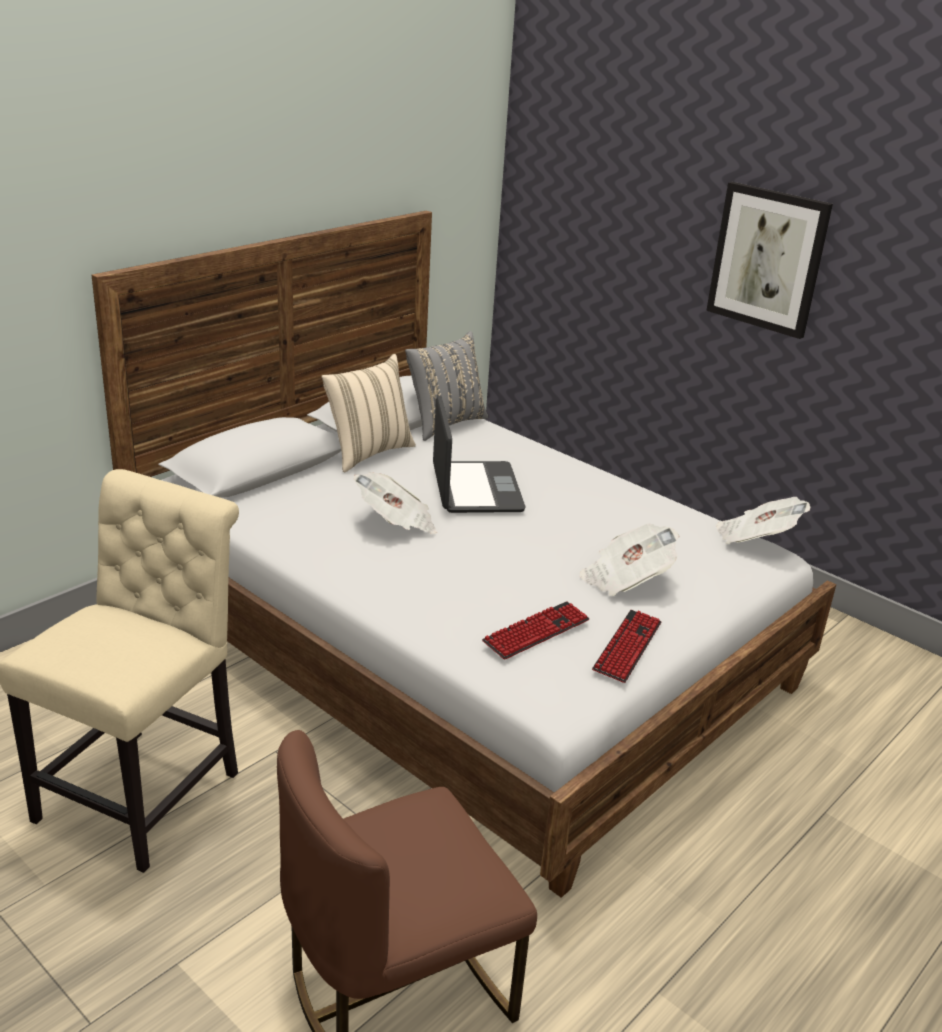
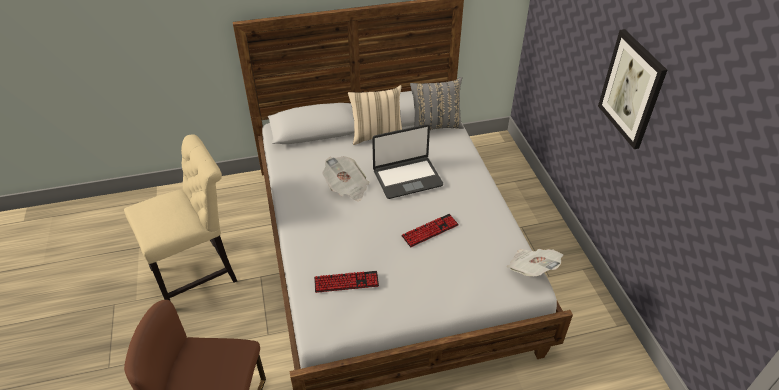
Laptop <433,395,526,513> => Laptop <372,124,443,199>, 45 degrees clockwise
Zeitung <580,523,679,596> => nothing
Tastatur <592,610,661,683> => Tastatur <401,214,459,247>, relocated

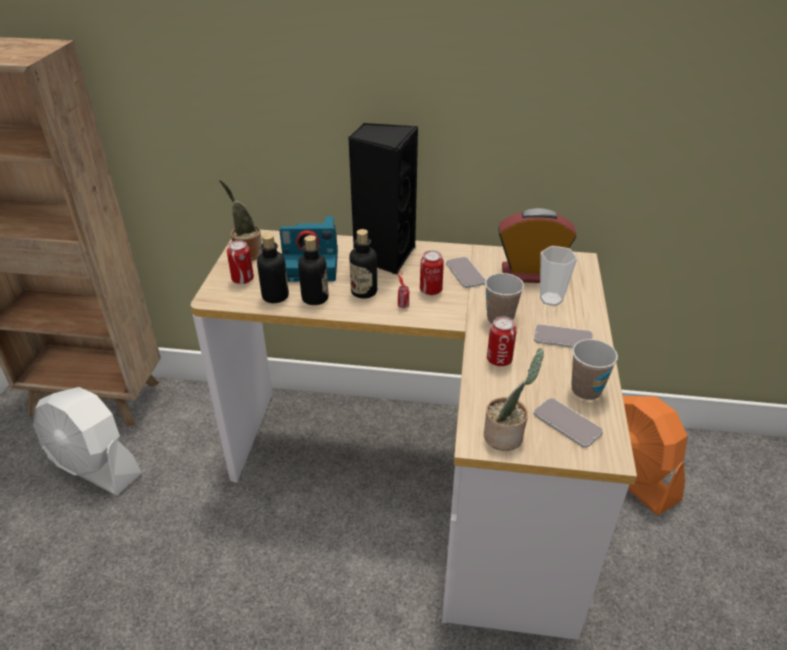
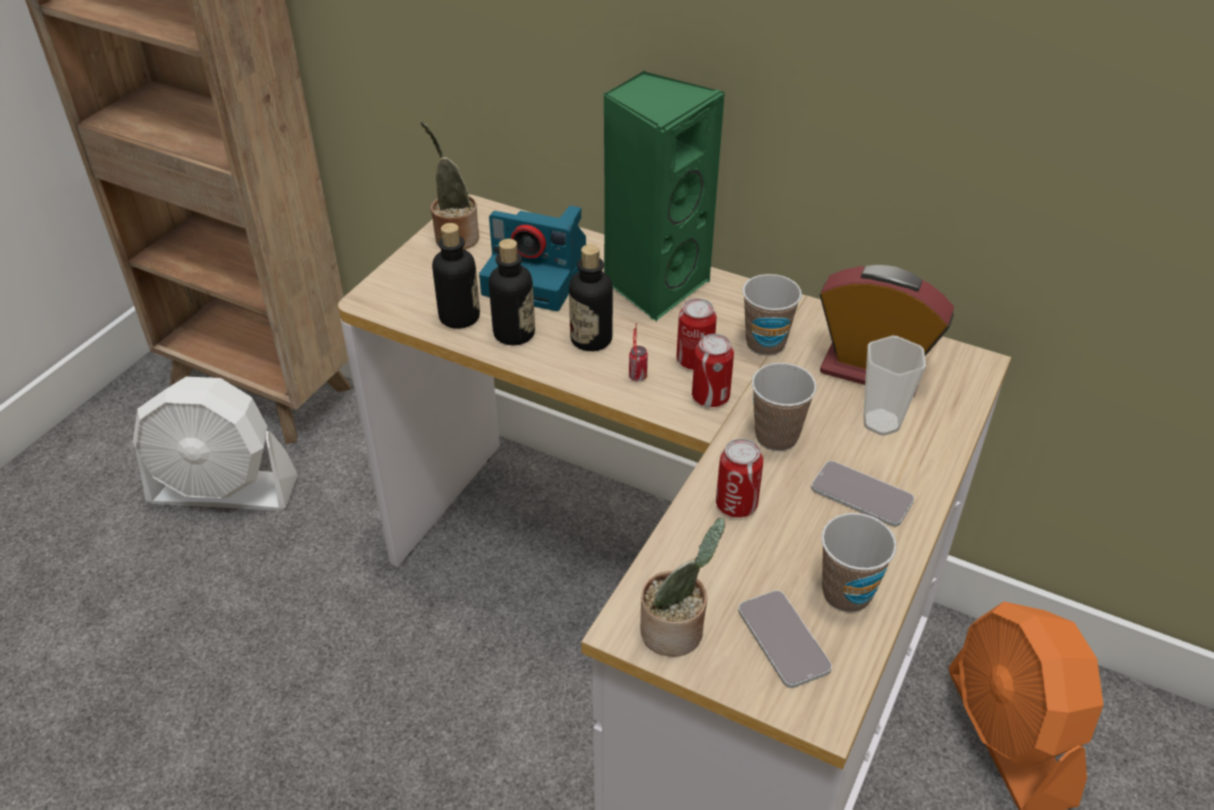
Ventilator [weiß] <33,387,142,496> => Ventilator [weiß] <133,377,298,511>, 45 degrees counterclockwise
Dose <227,240,254,284> => Dose <692,334,734,407>, relocated
Lautsprecher [schwarz] <348,123,418,274> => Lautsprecher [grün] <603,71,725,322>
Handy <446,257,486,288> => Tasse <742,274,802,356>

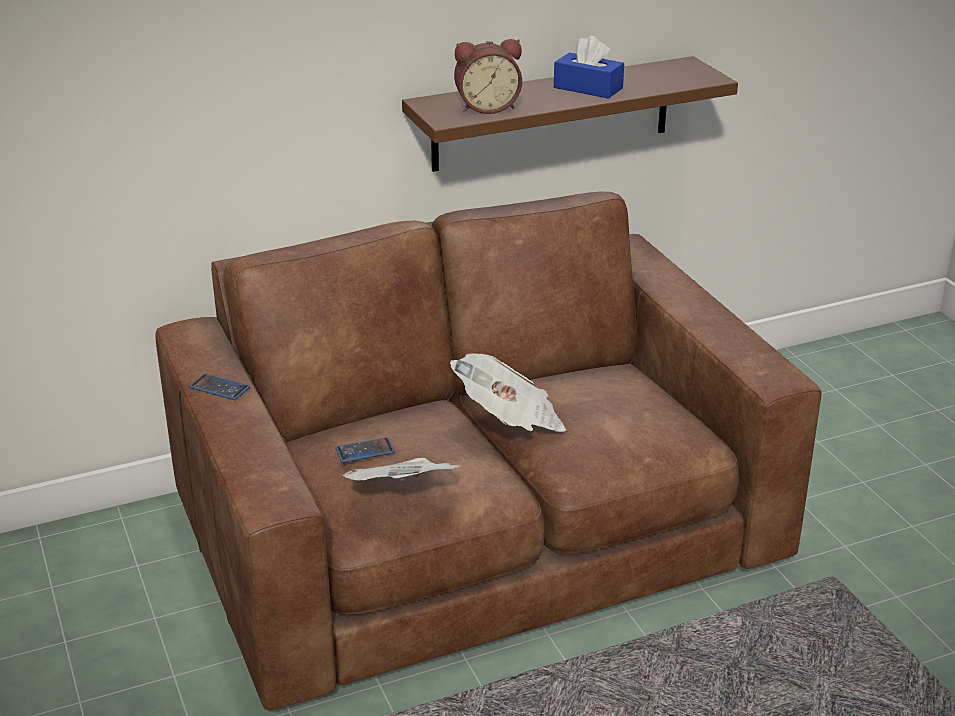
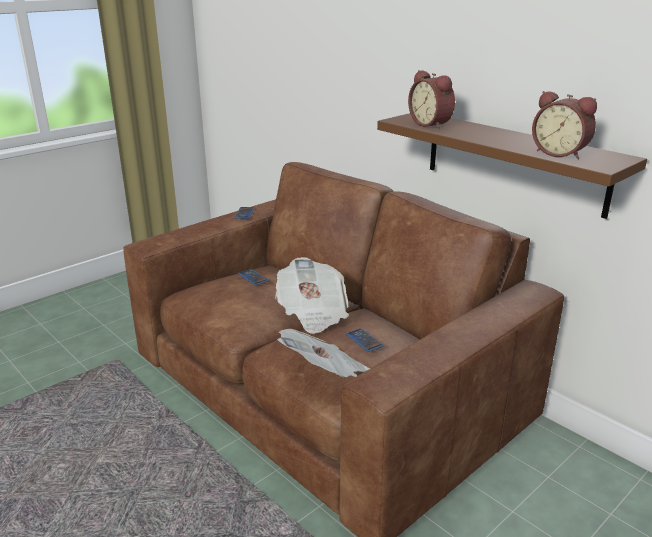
Zeitung <343,458,459,481> => Zeitung <277,329,370,378>, relocated
Taschentuchbox [blau] <554,36,624,99> => nothing
nothing => Handy <346,328,384,352>
nothing => Wecker <532,91,597,159>

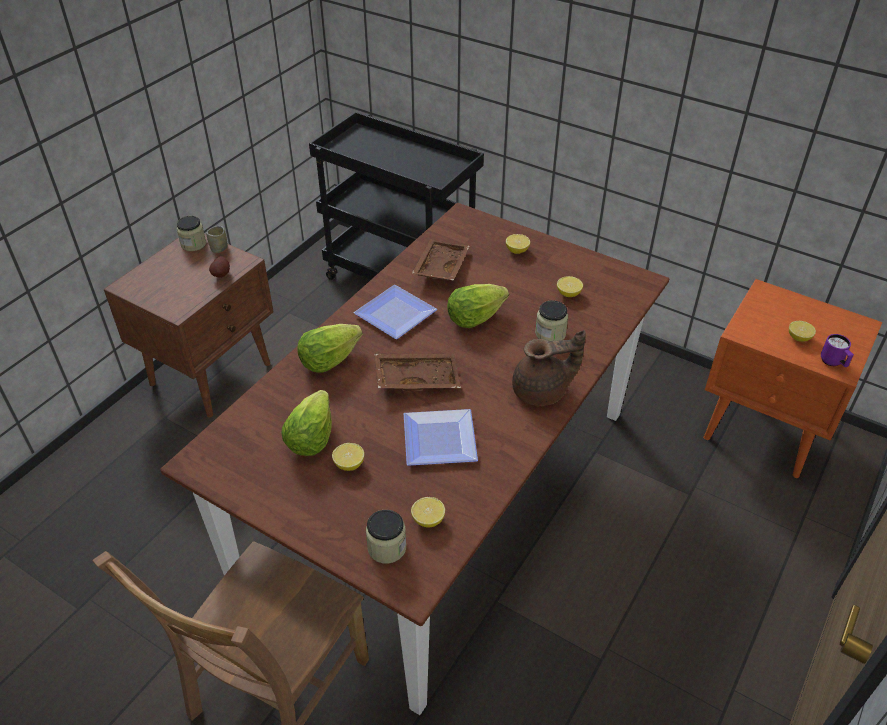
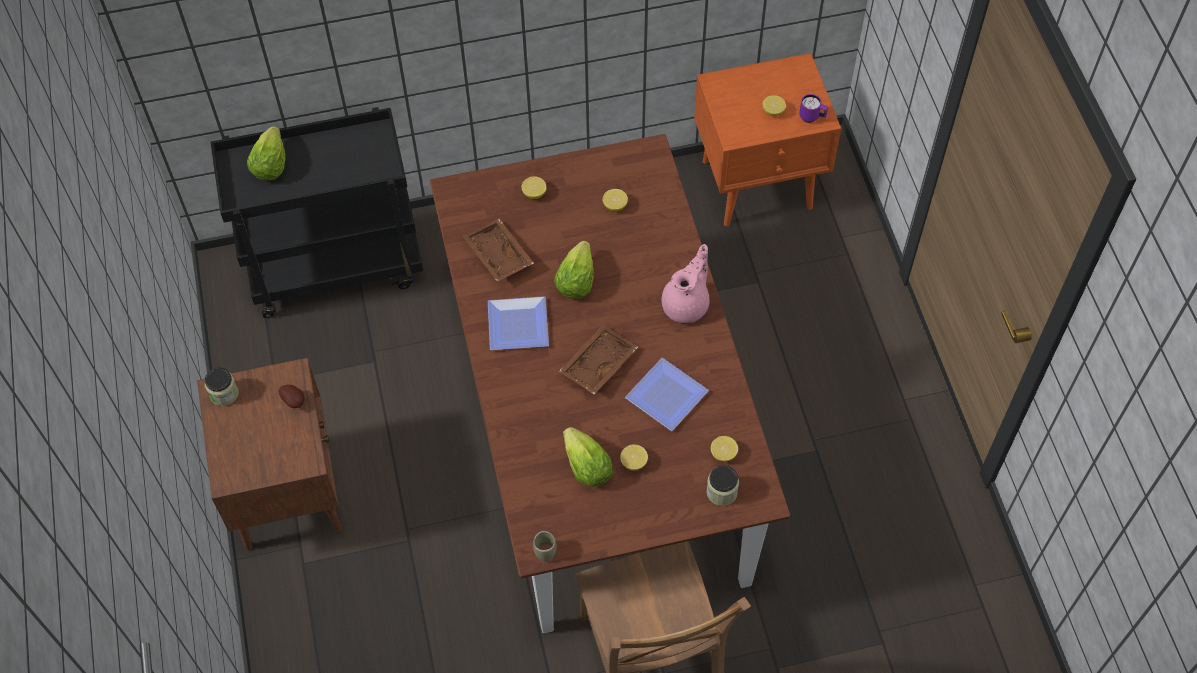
Tasse <206,226,228,253> => Tasse <533,531,557,562>, relocated
Salatkopf <297,324,363,373> => Salatkopf <247,126,285,180>, relocated
Teekanne [braun] <512,330,586,406> => Teekanne [rosa] <662,244,710,323>
Vorratsglas <535,300,568,341> => nothing

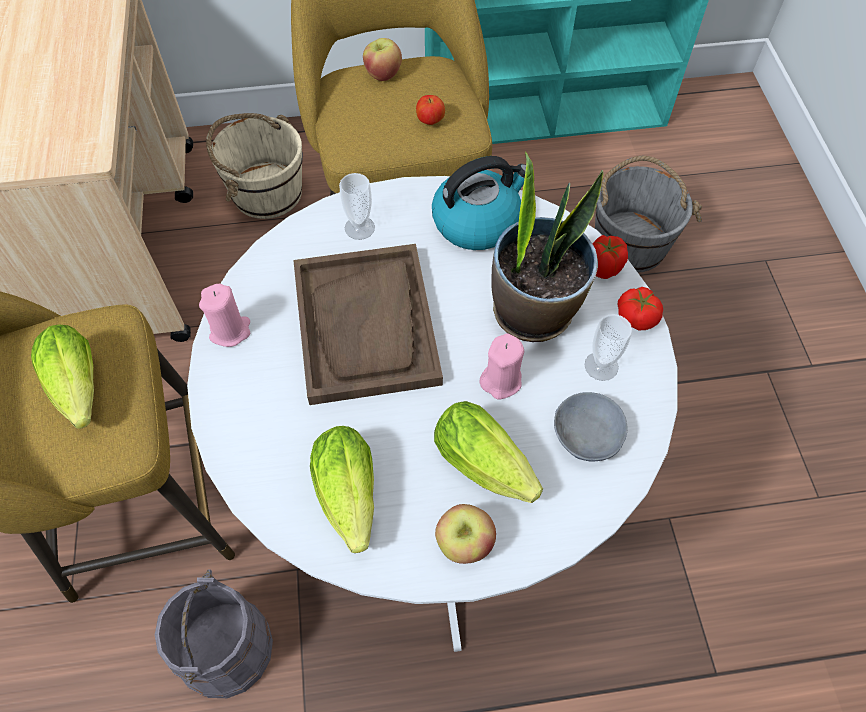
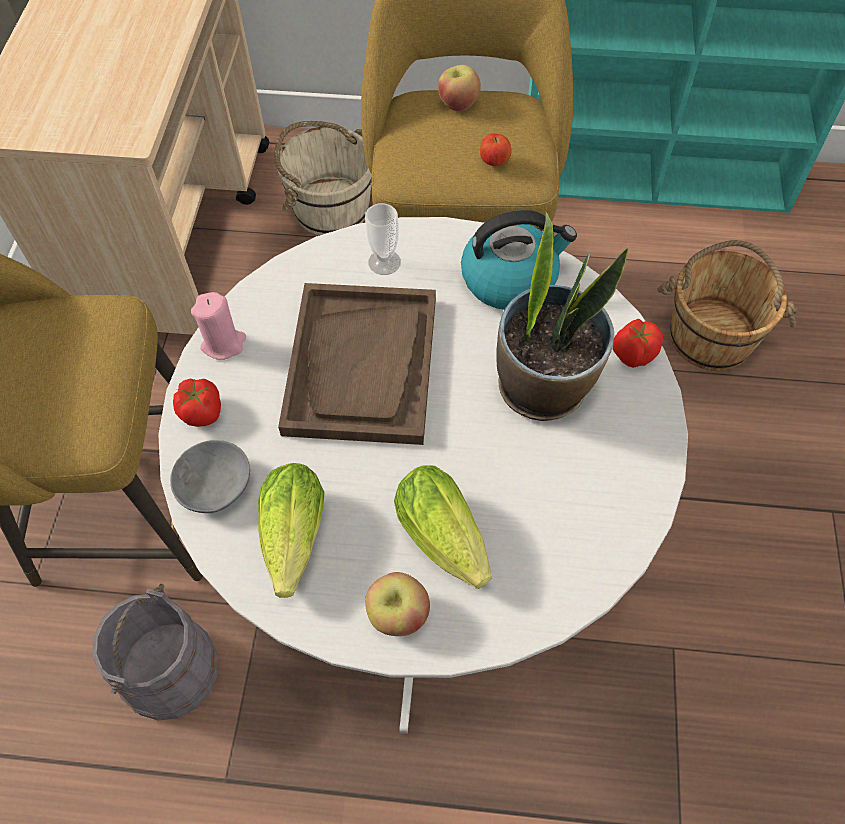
Salatkopf <31,324,94,429> => nothing
Kerze [rosa] <479,333,524,399> => nothing
Schüssel [grau] <554,392,628,461> => Schüssel [grau] <170,440,250,513>, relocated
Tasse <585,314,632,381> => nothing
Eimer [grau] <595,156,702,273> => Eimer [braun] <657,240,798,371>
Tomate <617,287,663,330> => Tomate <173,379,221,427>, relocated

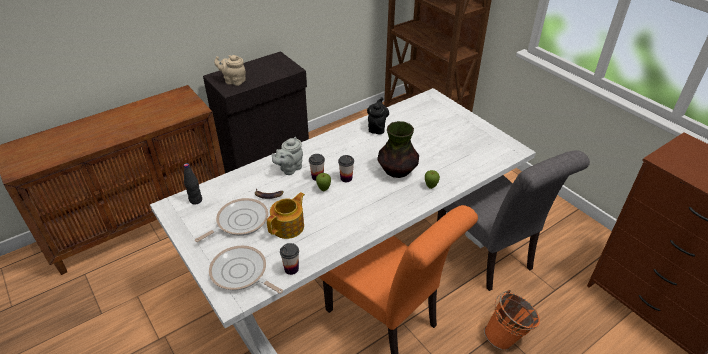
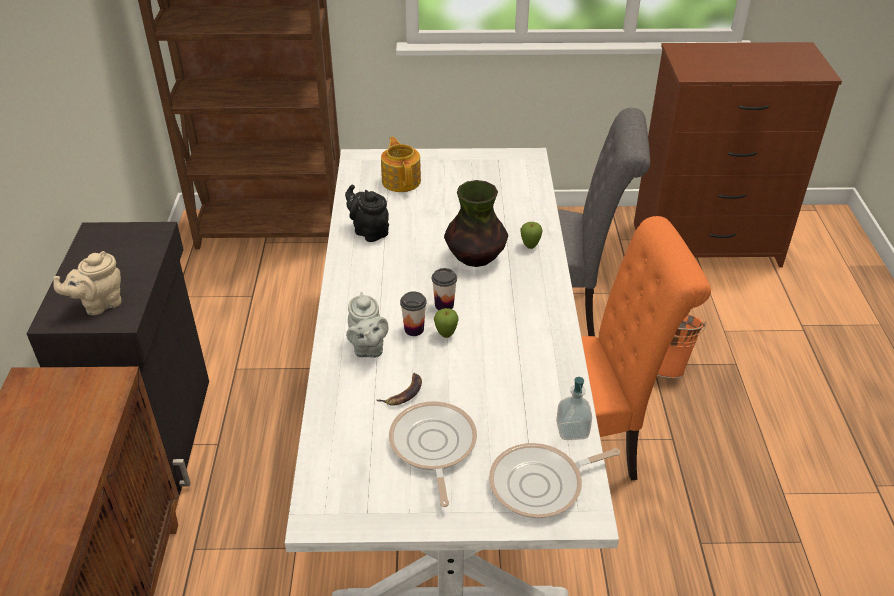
Flasche [schwarz] <184,163,202,205> => nothing
Teekanne <267,192,305,239> => Teekanne <381,137,421,192>, relocated
Tasse <280,243,299,275> => Seifenspender <556,377,592,440>

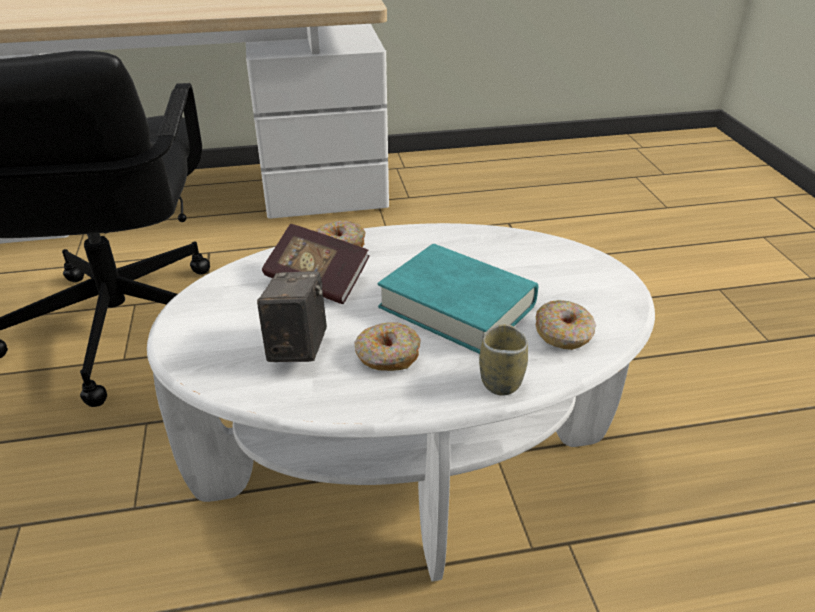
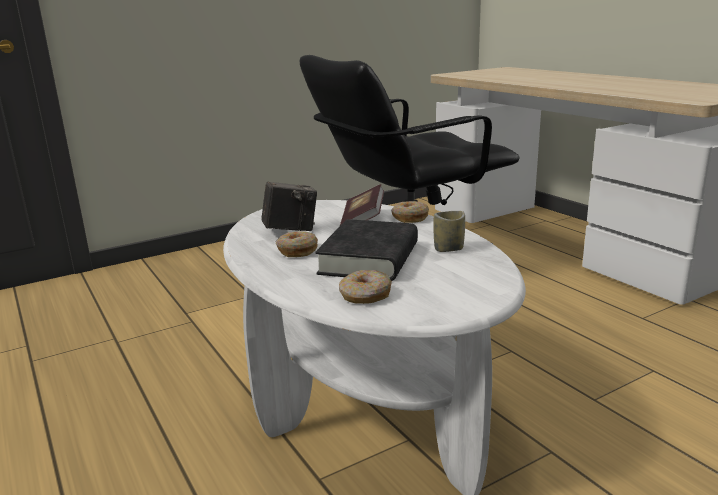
Buch [türkis] <378,244,538,354> => Buch [schwarz] <315,219,418,281>
Tasse <479,324,528,396> => Tasse <434,211,465,252>, relocated

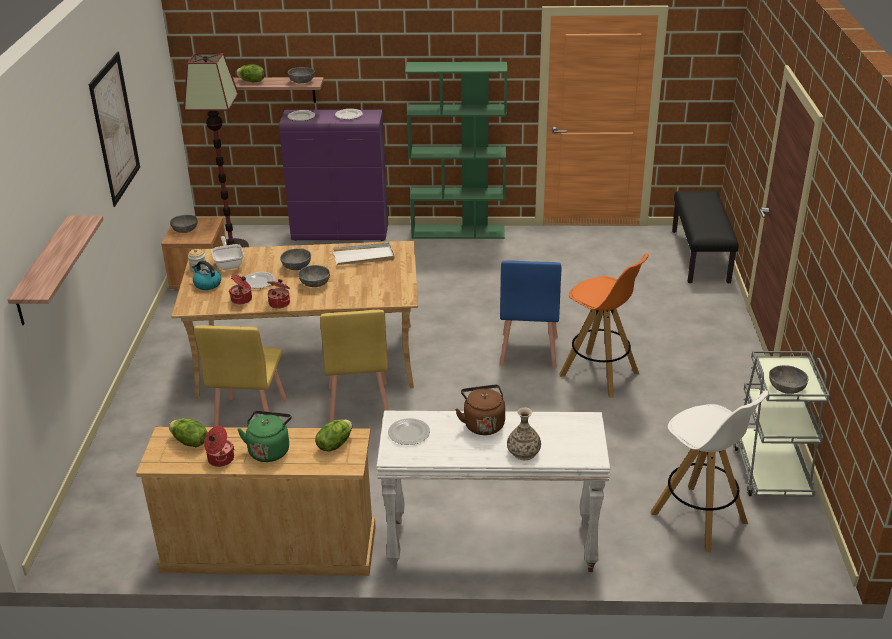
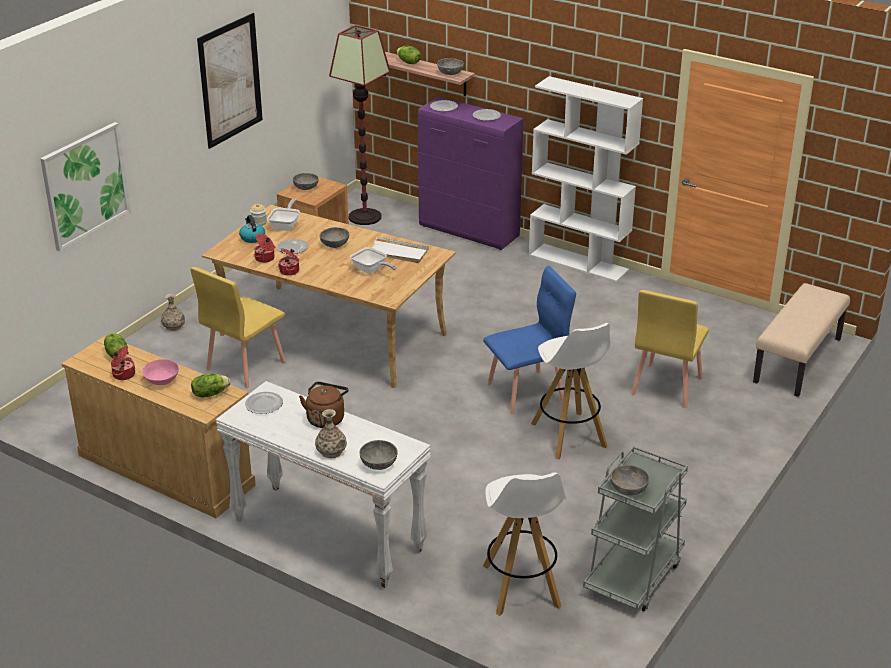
Wandregal <8,216,104,325> => Bild <40,122,131,251>
Wasserkessel [grün] <237,411,292,462> => Schüssel [rosa] <142,359,179,385>
Schüssel [grau] <298,265,330,287> => Schüssel [grau] <359,440,398,470>, relocated
Stuhl [gelb] <320,310,389,422> => Stuhl [gelb] <631,290,709,408>, relocated
Bücherregal [grün] <405,62,507,239> => Bücherregal [weiß] <529,76,643,282>
Stuhl [blau] <500,260,561,368> => Stuhl [blau] <483,266,576,414>, 150 degrees counterclockwise
Hocker [orange] <559,253,649,398> => Hocker [weiß] <531,323,610,459>
Bank [schwarz] <672,191,739,283> => Bank [beige] <753,283,850,397>
nothing => Vase <161,294,185,331>
nothing => Pfanne <350,247,396,274>

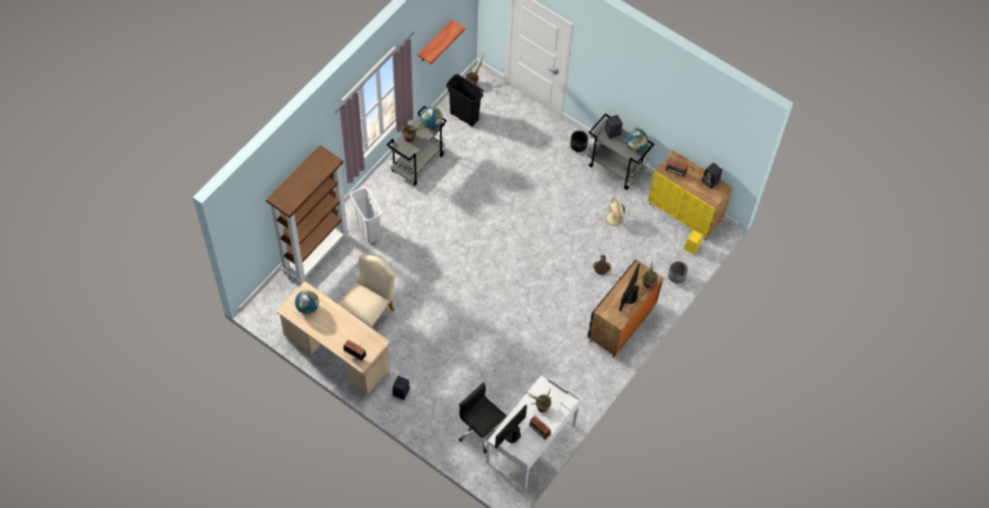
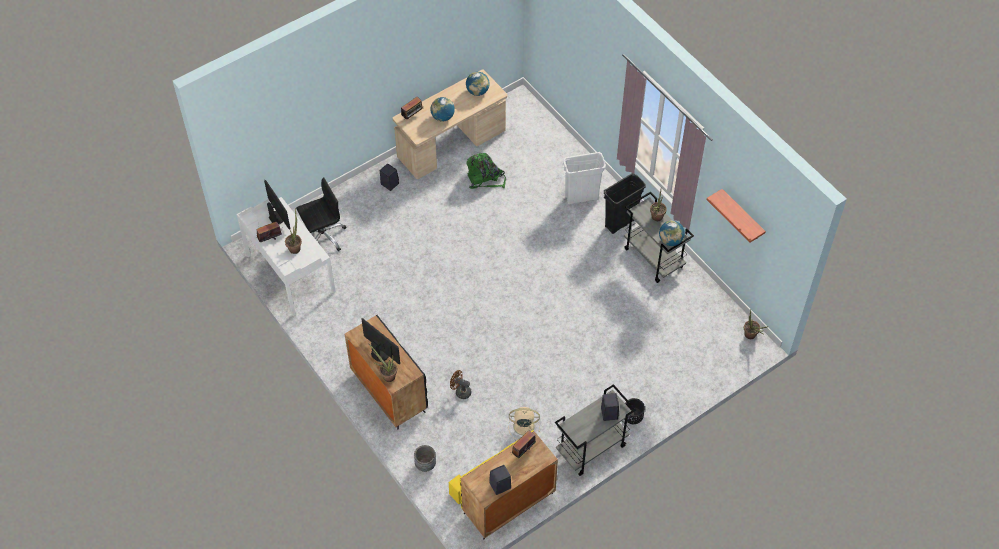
Bücherregal [braun] <266,145,349,285> => nothing
Stuhl [beige] <338,253,396,329> => Rucksack [grün] <466,153,506,189>
Mülleimer [schwarz] <446,74,484,127> => Mülleimer [schwarz] <603,173,646,234>, relocated
Globus <625,129,648,151> => Globus <430,97,455,122>, relocated

